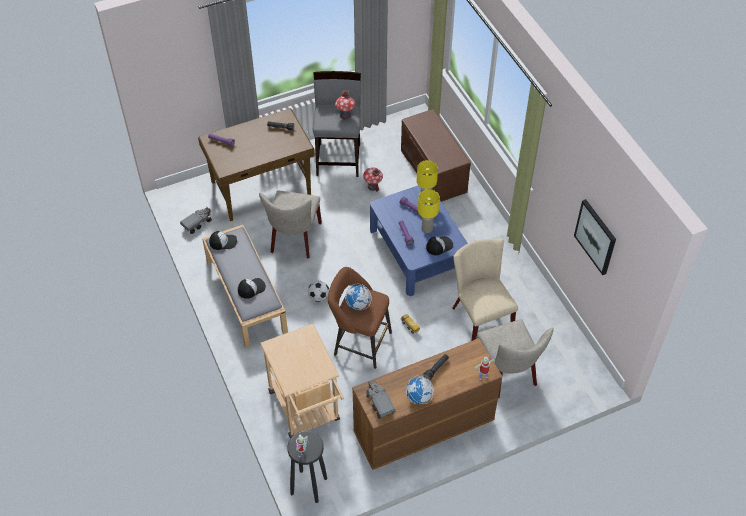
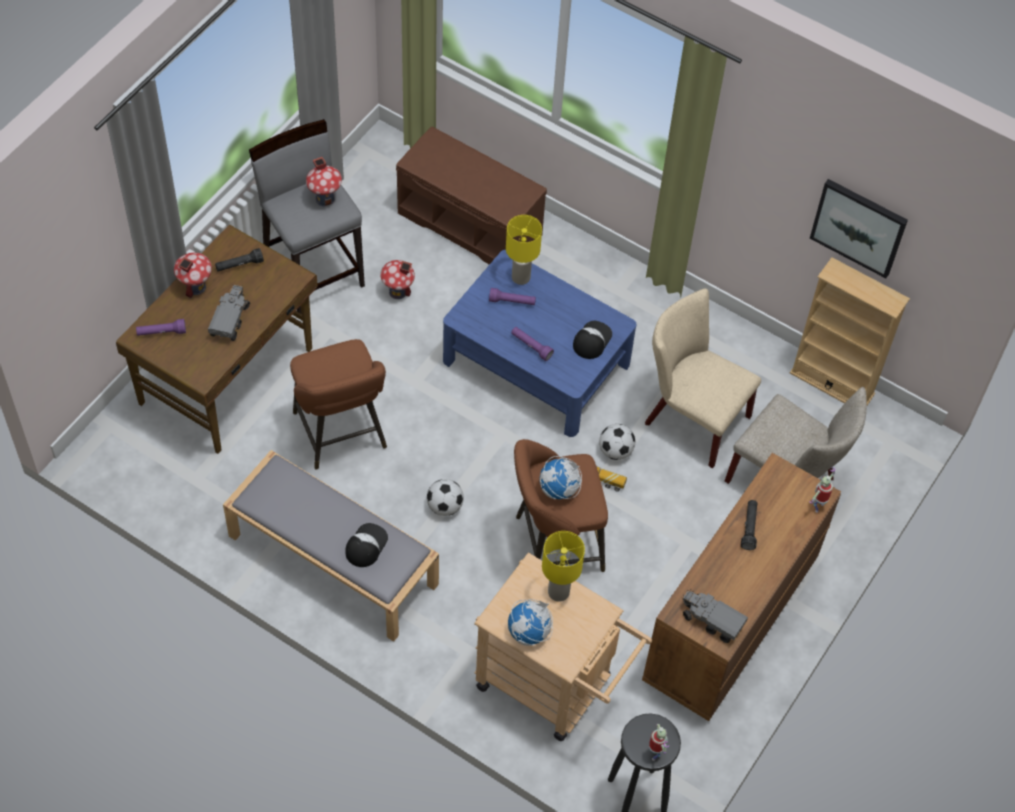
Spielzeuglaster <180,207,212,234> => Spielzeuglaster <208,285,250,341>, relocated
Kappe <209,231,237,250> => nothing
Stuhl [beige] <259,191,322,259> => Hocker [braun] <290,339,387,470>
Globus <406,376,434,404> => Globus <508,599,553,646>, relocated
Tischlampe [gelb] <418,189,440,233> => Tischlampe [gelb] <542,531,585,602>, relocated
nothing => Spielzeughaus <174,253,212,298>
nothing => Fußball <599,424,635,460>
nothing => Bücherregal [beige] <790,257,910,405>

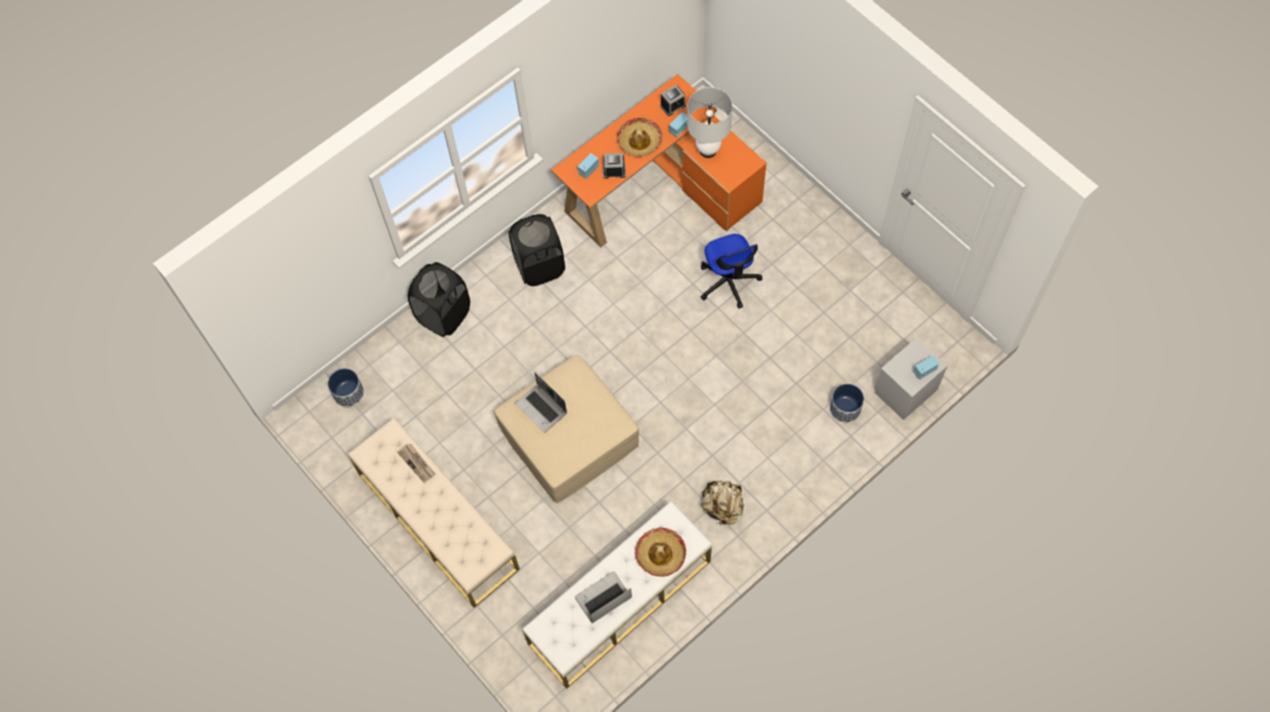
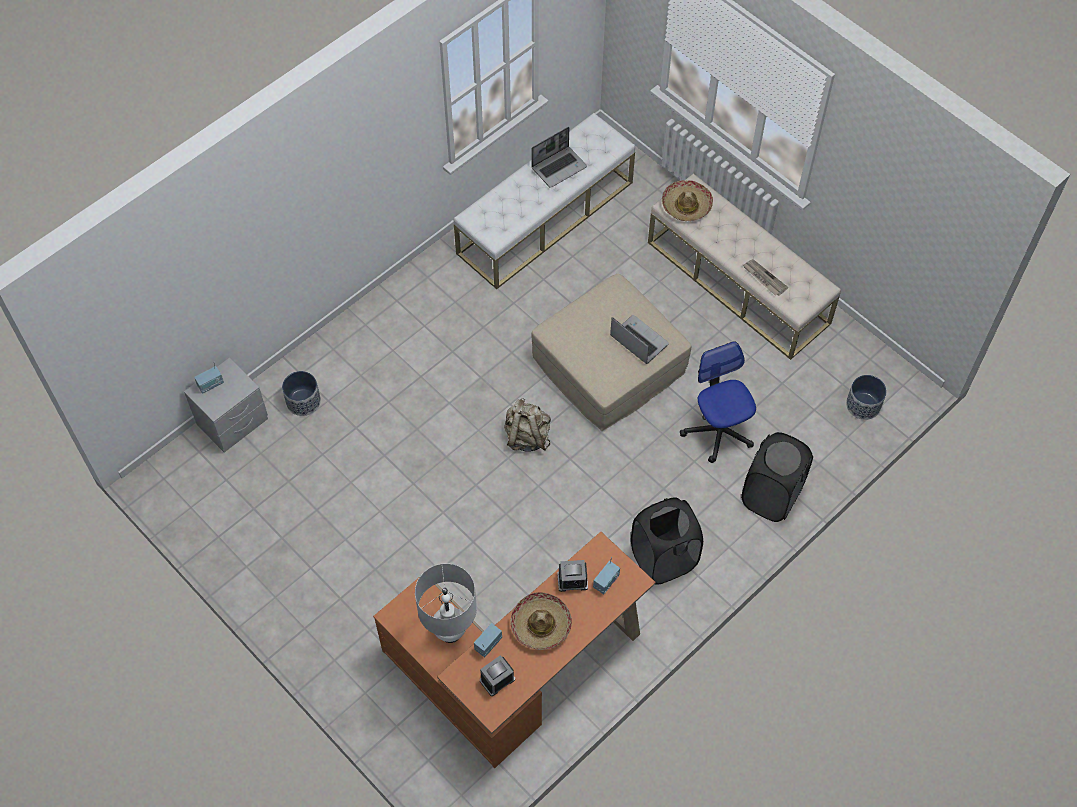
Hut <635,528,686,577> => Hut <662,180,713,221>, relocated
Bürostuhl <701,234,762,309> => Bürostuhl <680,341,756,463>, relocated
Rucksack [beige] <702,481,744,526> => Rucksack [beige] <504,398,551,452>, relocated

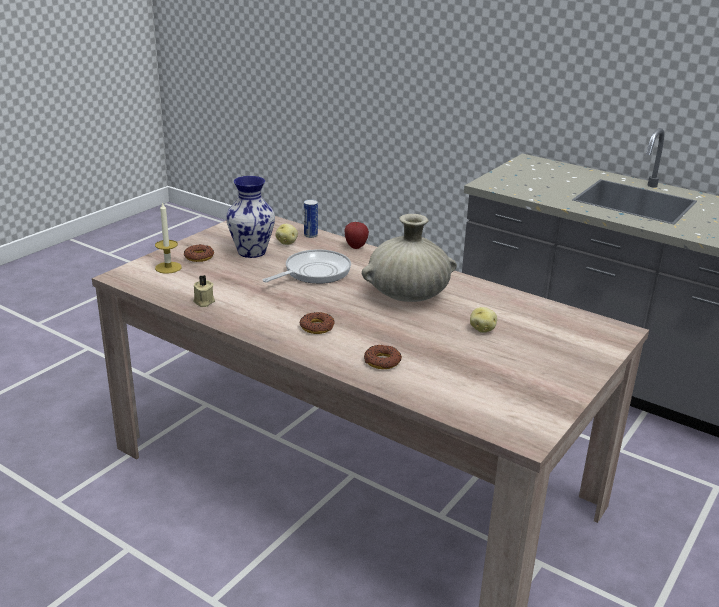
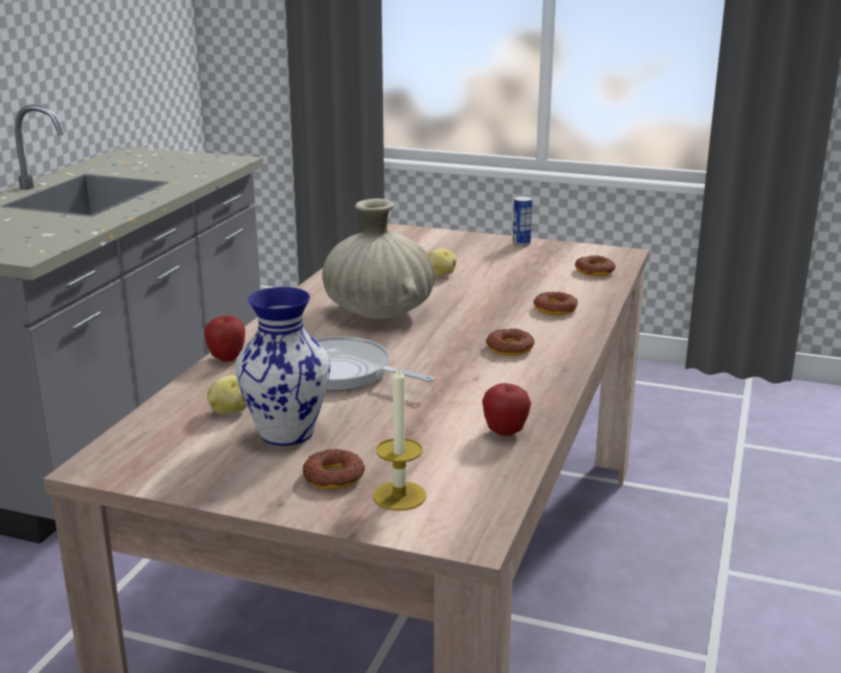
Kerze [beige] <193,275,215,307> => Apfel <482,383,531,436>
Dose <304,200,318,238> => Dose <513,196,532,246>, relocated
nothing => Donut <575,256,615,276>

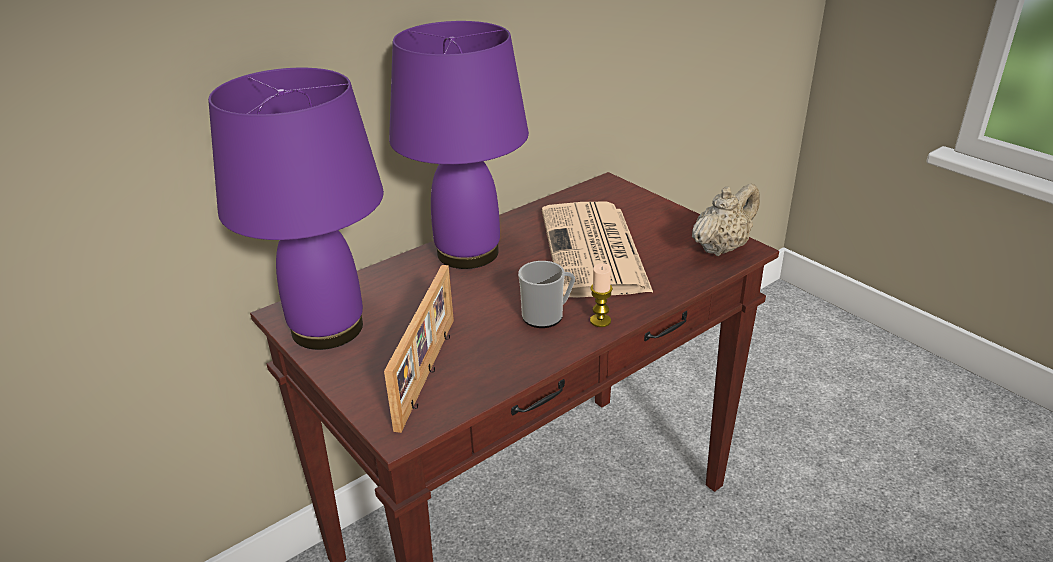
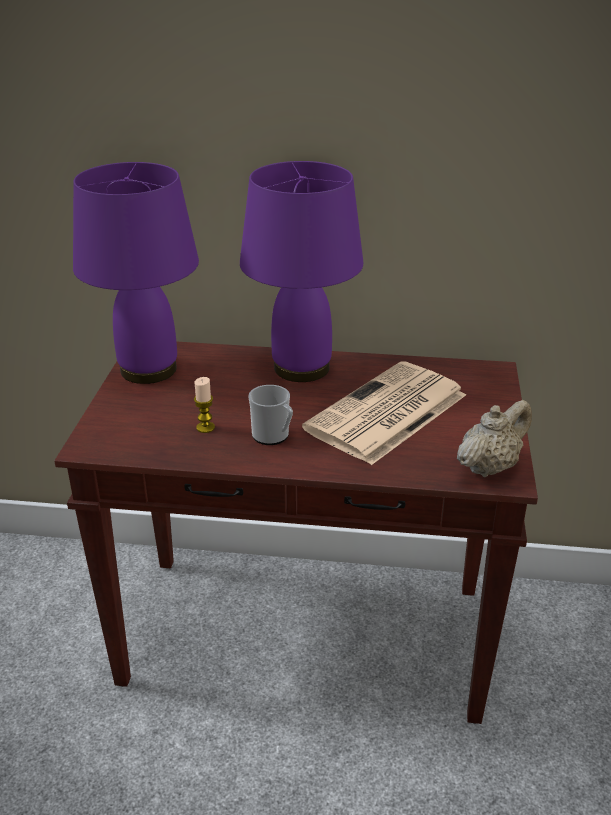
Bilderrahmen <384,265,454,433> => nothing
Kerze <590,263,613,327> => Kerze <194,377,215,433>, relocated
Teekanne [beige] <692,183,760,256> => Teekanne [beige] <457,400,532,477>, 45 degrees counterclockwise

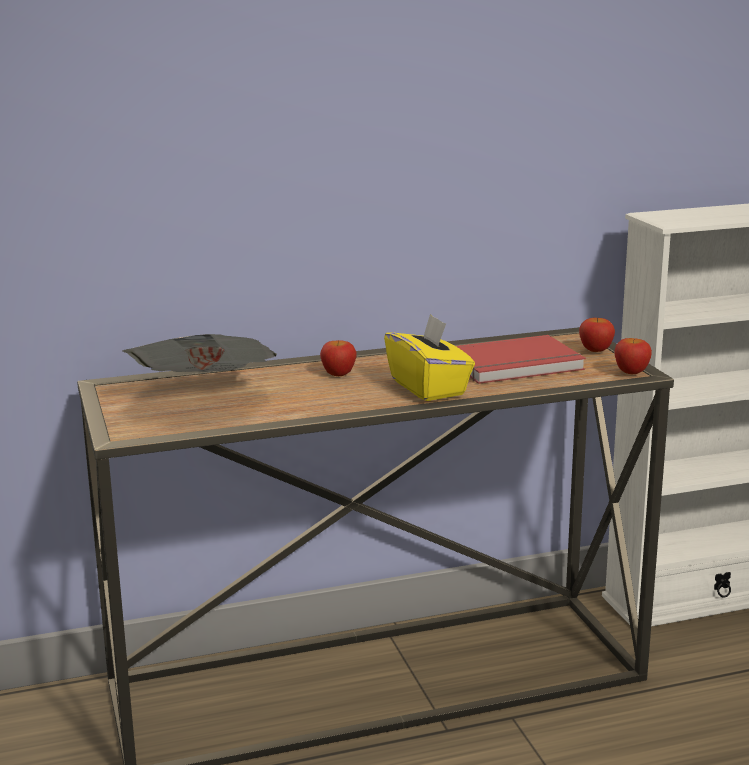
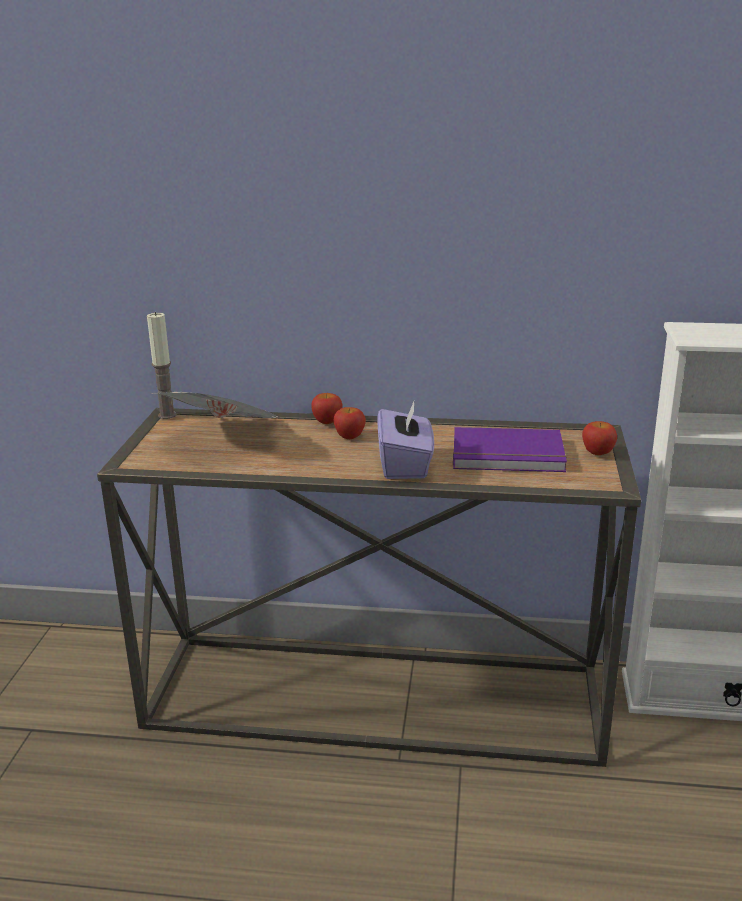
Taschentuchbox [gelb] <384,313,475,401> => Taschentuchbox [lila] <378,399,434,479>
Buch [rot] <456,335,586,384> => Buch [lila] <453,427,567,472>
Apfel <615,338,652,374> => Apfel <311,393,342,424>, relocated
nothing => Kerze <147,312,176,419>

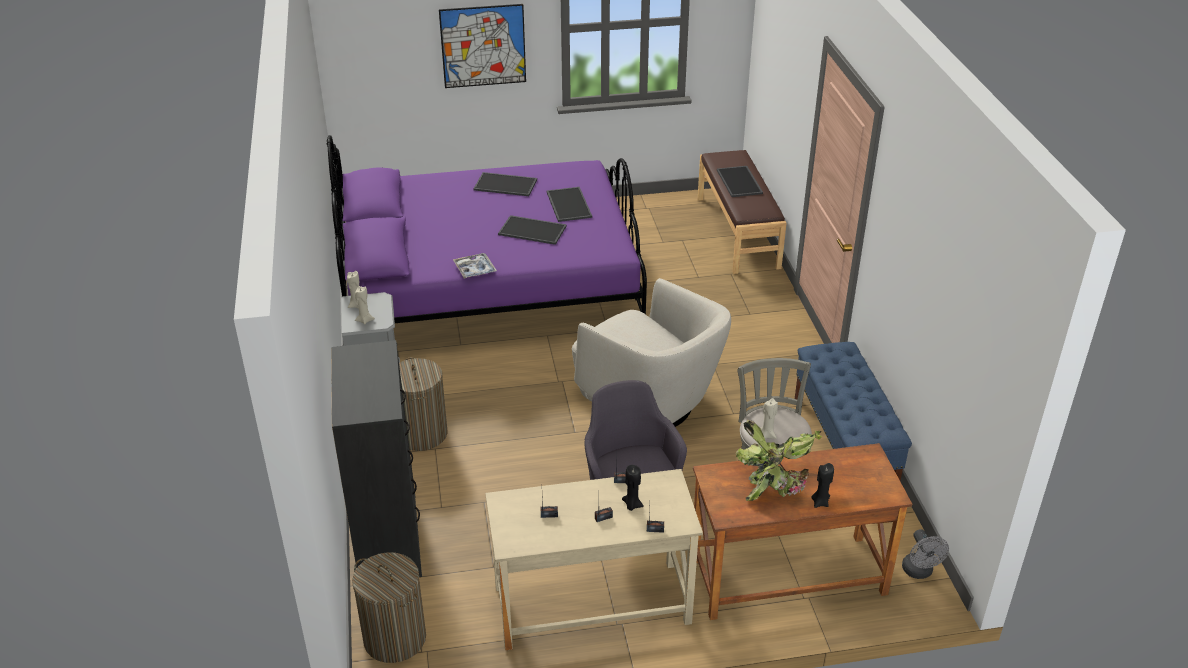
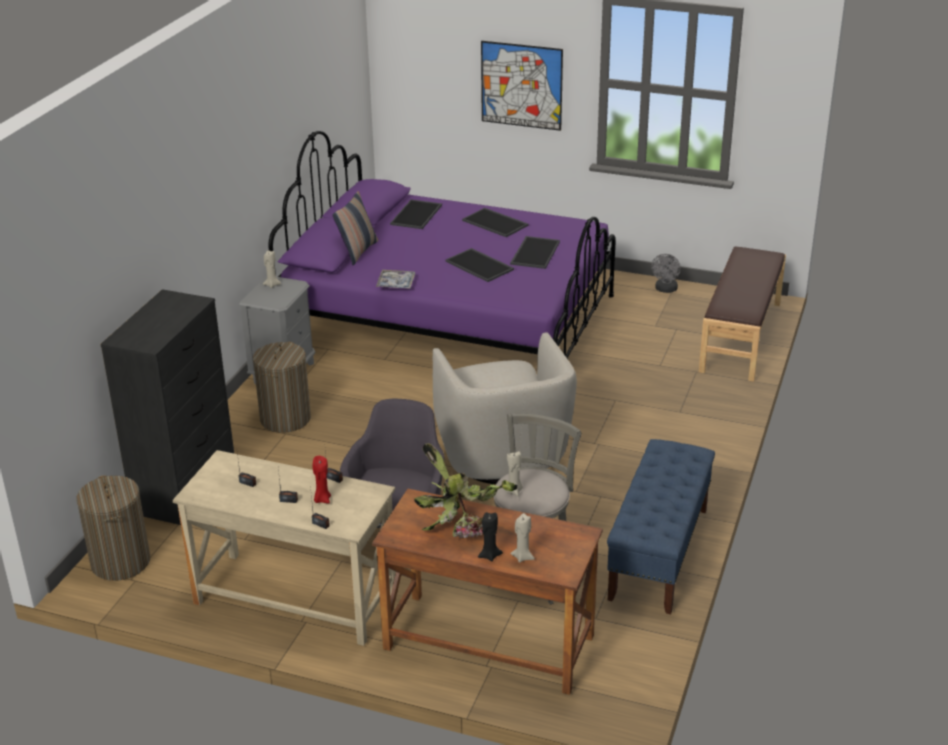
Kerze [beige] <355,286,375,324> => Kerze [beige] <510,513,535,563>, relocated
Kerze [schwarz] <622,465,644,511> => Kerze [rot] <312,456,331,504>
Tablett <717,166,763,197> => Tablett <390,199,442,229>, relocated
Ventilator [grau] <902,529,949,579> => Ventilator [grau] <651,254,681,293>, relocated
nothing => Kissen <332,191,378,265>

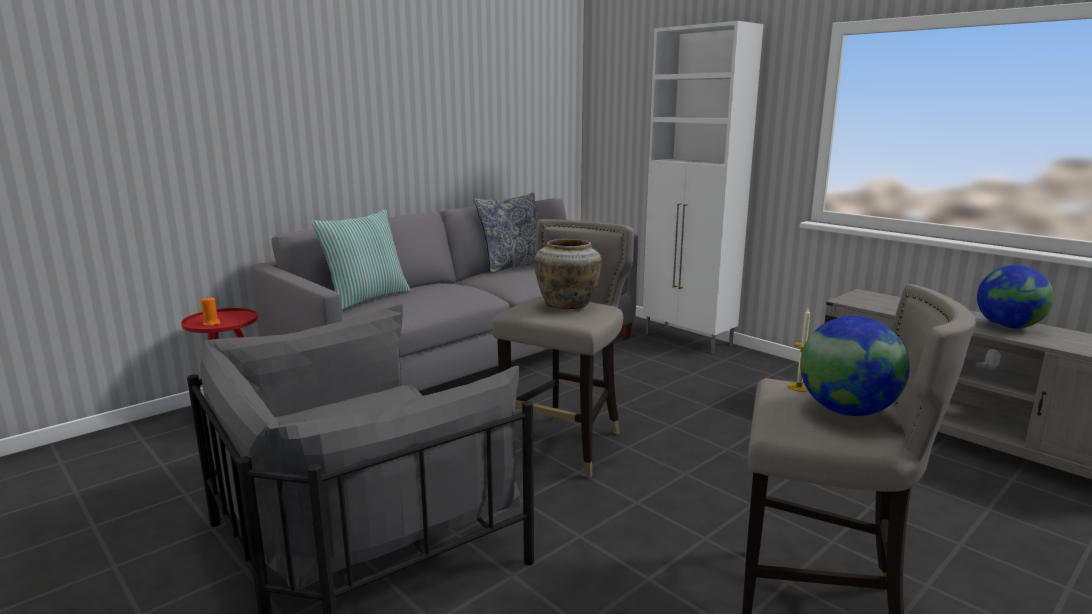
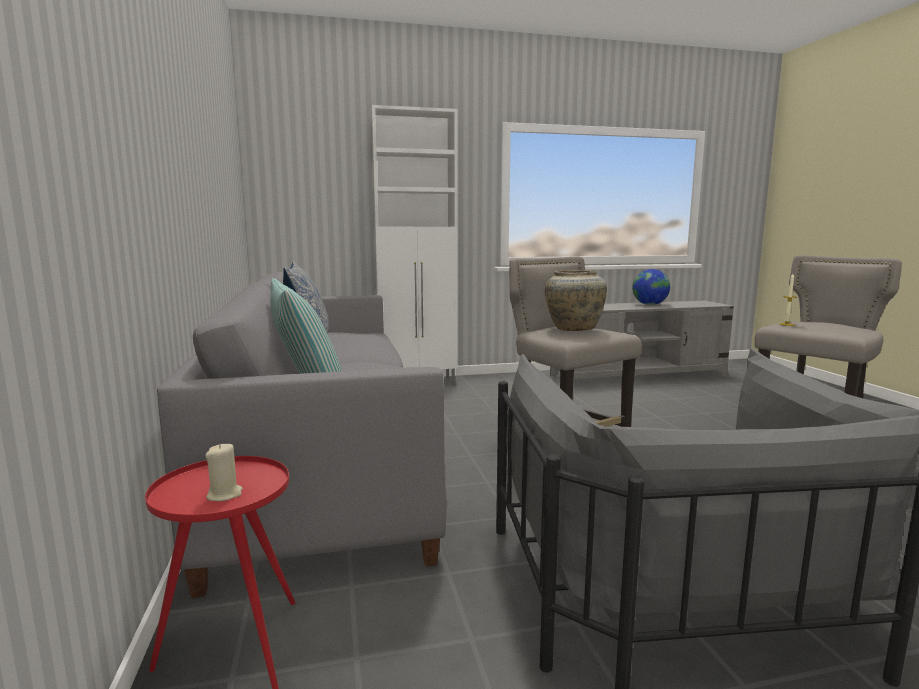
Kerze [orange] <201,296,220,326> => Kerze [beige] <205,443,243,501>
Globus <800,316,910,416> => nothing

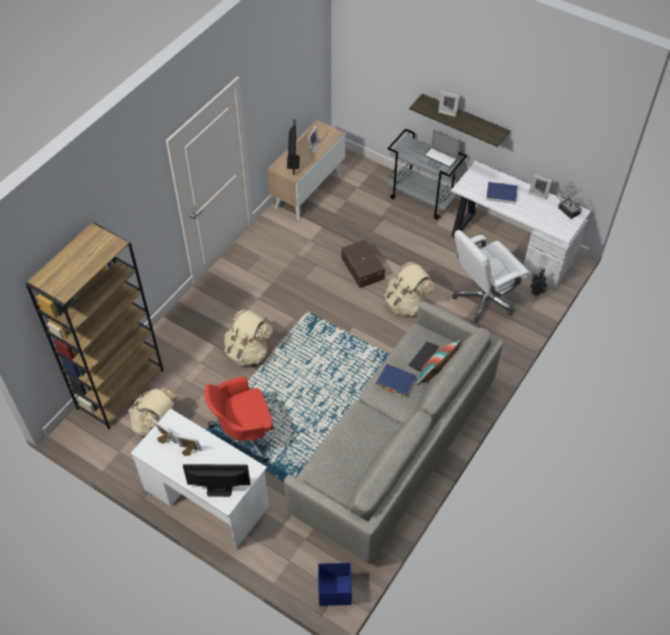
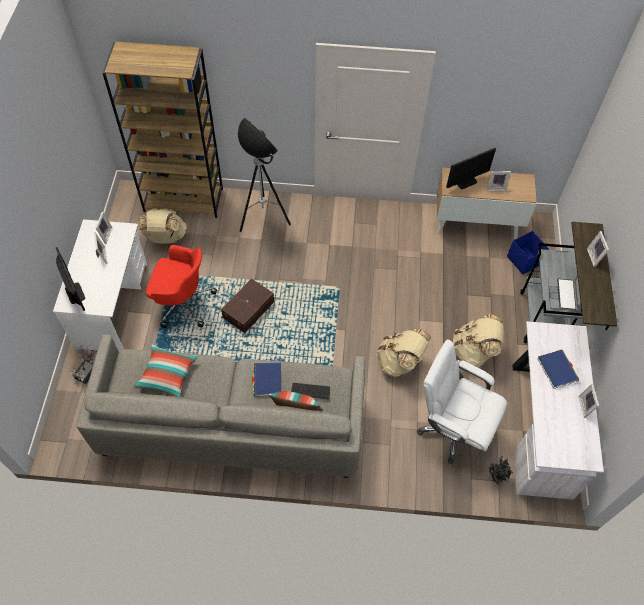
Bürostuhl [rot] <205,377,273,462> => Bürostuhl [rot] <146,245,217,328>, 150 degrees clockwise
Rucksack [beige] <224,309,273,366> => Rucksack [beige] <453,314,504,367>, relocated
Aufbewahrungsbox [blau] <318,563,352,606> => Aufbewahrungsbox [blau] <507,231,549,274>, relocated
Aufbewahrungsbox [braun] <342,239,385,288> => Aufbewahrungsbox [braun] <221,279,274,333>, relocated
Topfpflanze <556,182,587,219> => Topfpflanze <70,345,97,384>, relocated
nothing => Kissen <134,345,197,397>
nothing => Stehlampe <238,117,291,232>

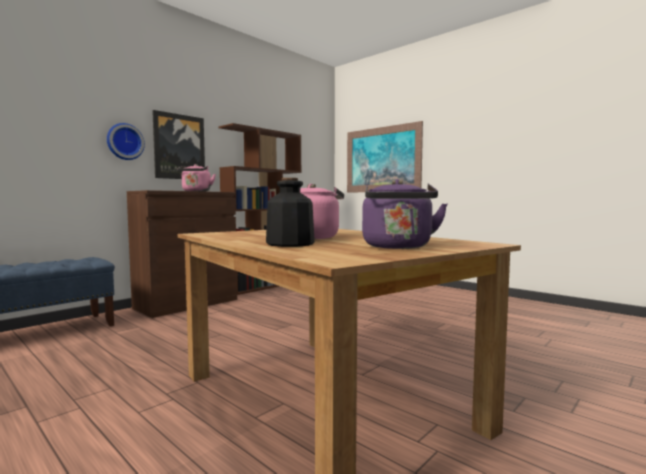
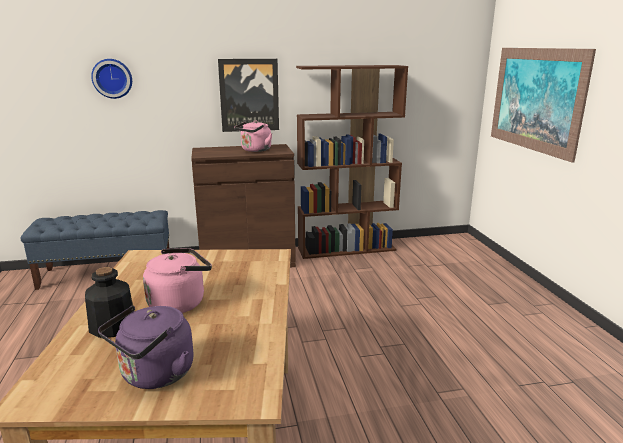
Wanduhr <107,123,145,160> => Wanduhr <91,59,132,99>, relocated

